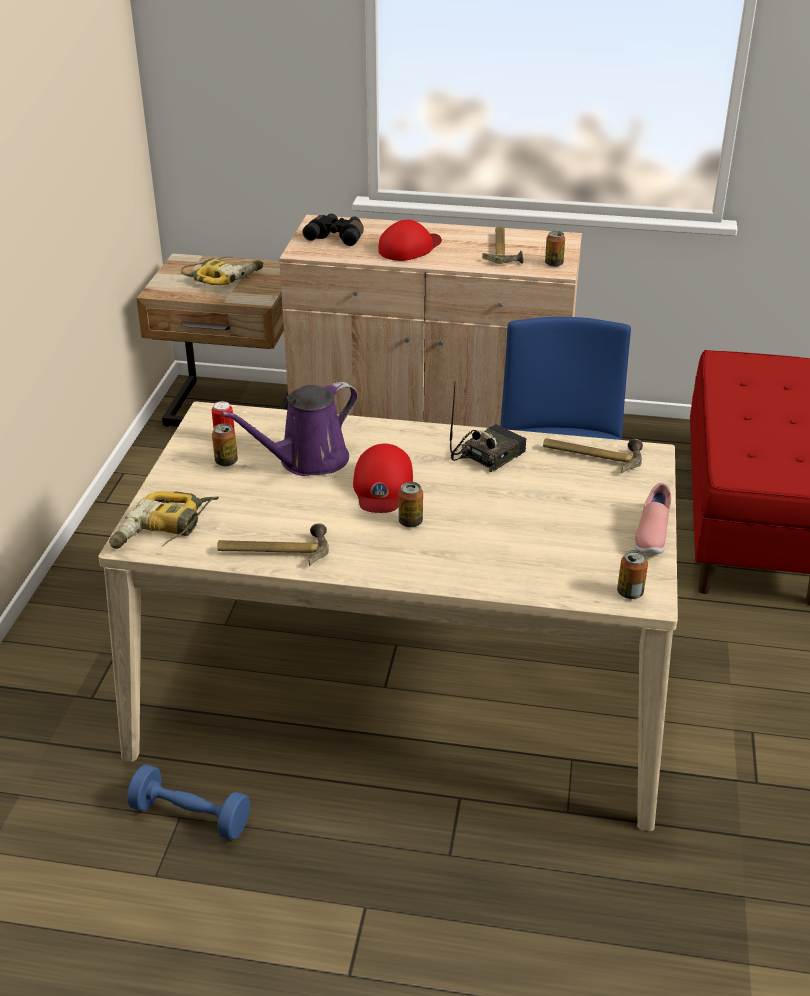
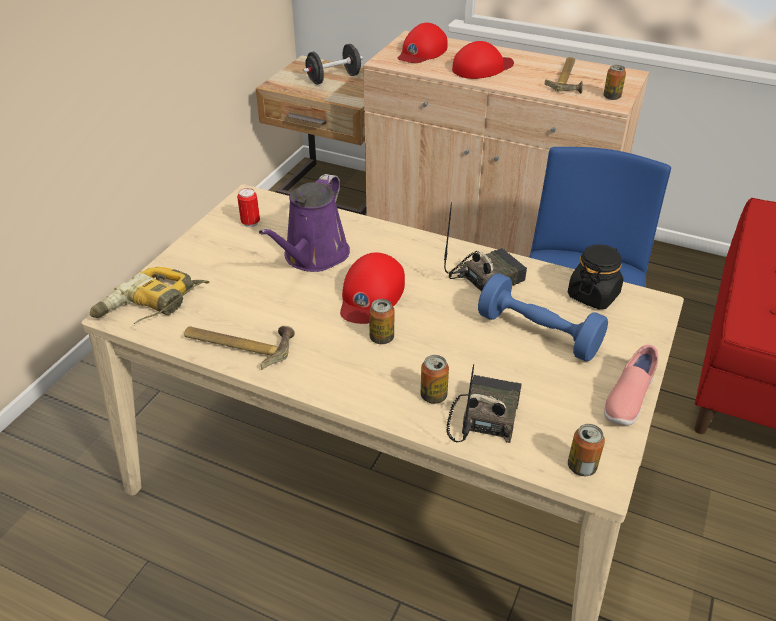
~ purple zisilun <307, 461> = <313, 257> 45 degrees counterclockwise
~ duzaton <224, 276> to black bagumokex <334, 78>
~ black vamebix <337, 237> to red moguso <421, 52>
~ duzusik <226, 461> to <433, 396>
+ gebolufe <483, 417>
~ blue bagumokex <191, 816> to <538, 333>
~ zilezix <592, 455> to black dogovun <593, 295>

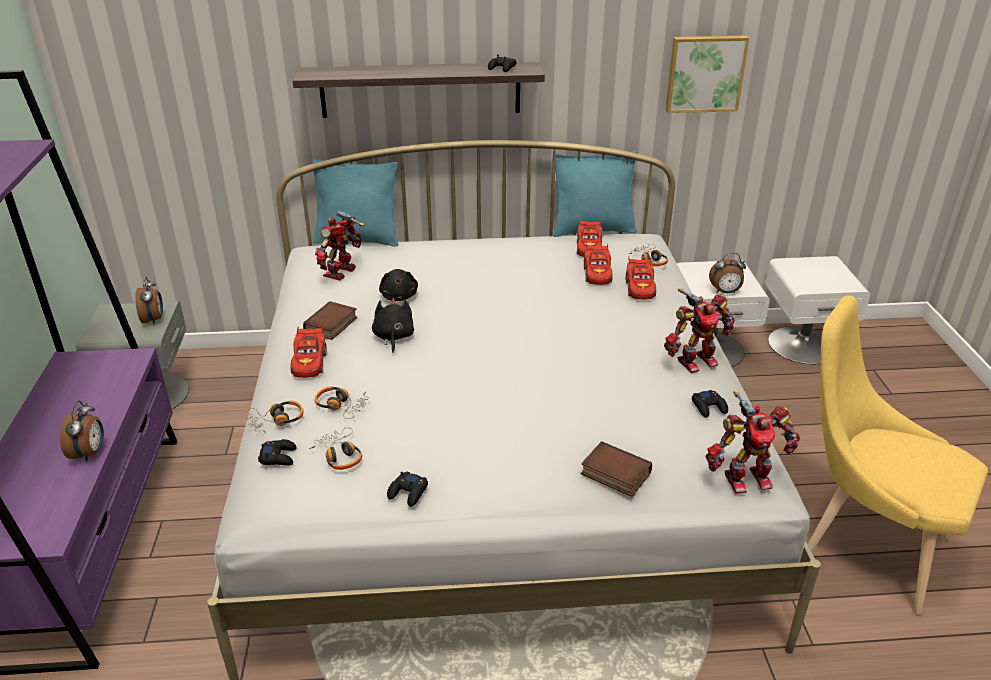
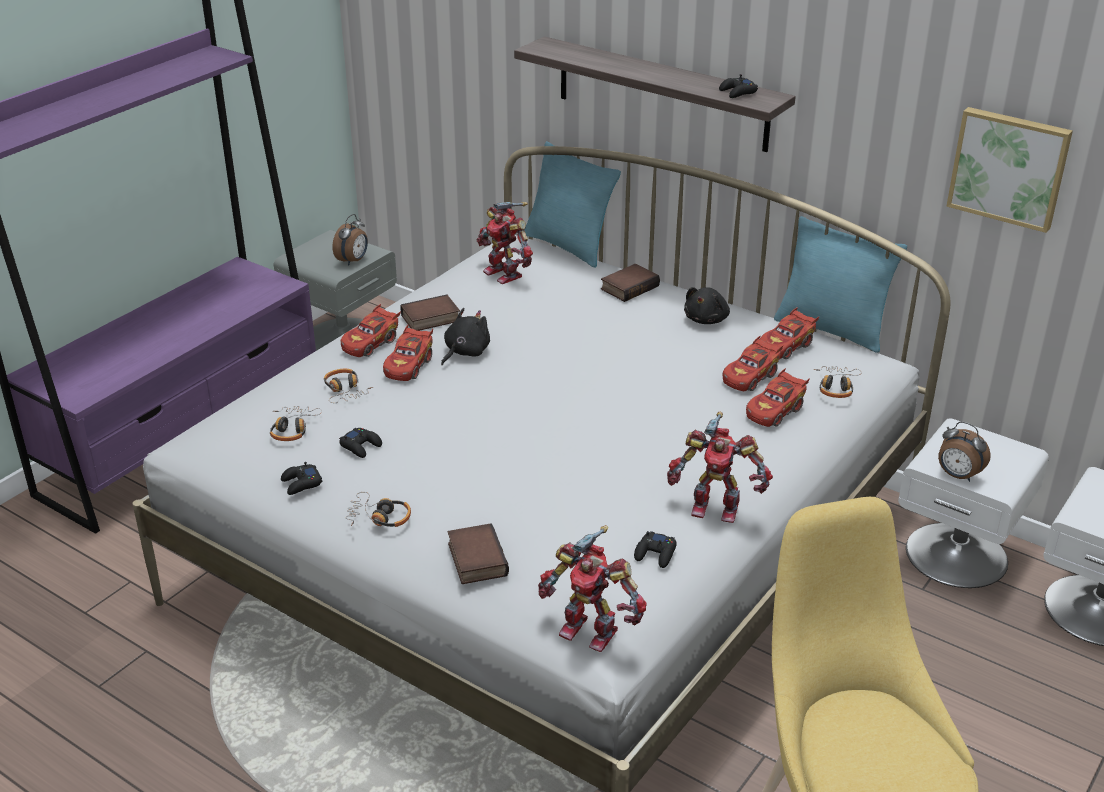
~ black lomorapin <278, 457> to <361, 446>
~ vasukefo <276, 421> to <379, 518>
+ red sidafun <409, 365>
~ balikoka <342, 272> = <505, 273> 105 degrees counterclockwise
+ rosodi <629, 287>
~ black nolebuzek <399, 296> to <707, 319>
- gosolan <90, 453>

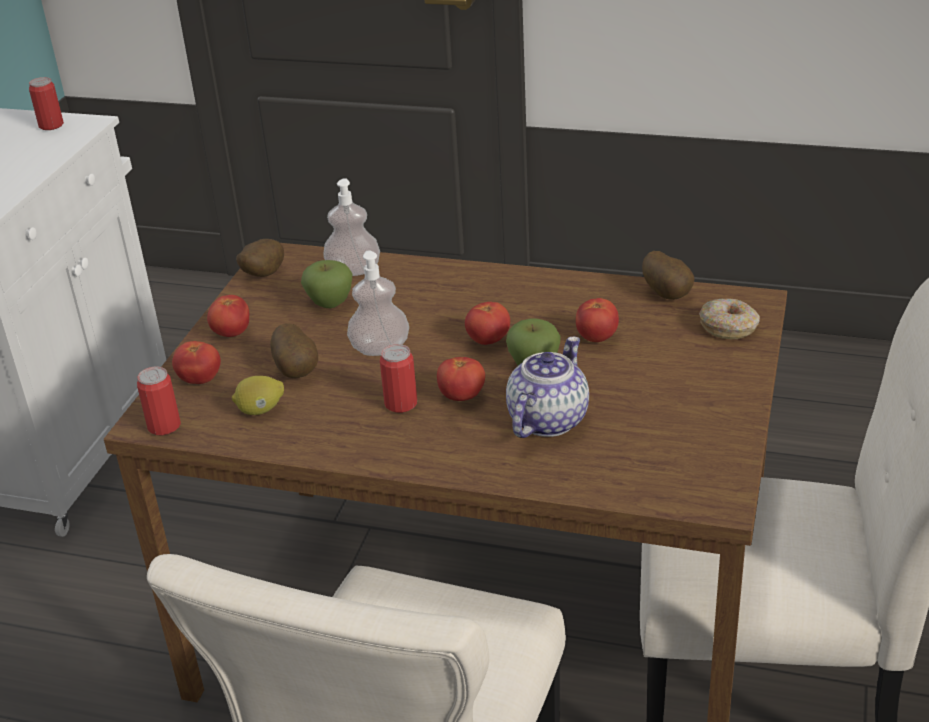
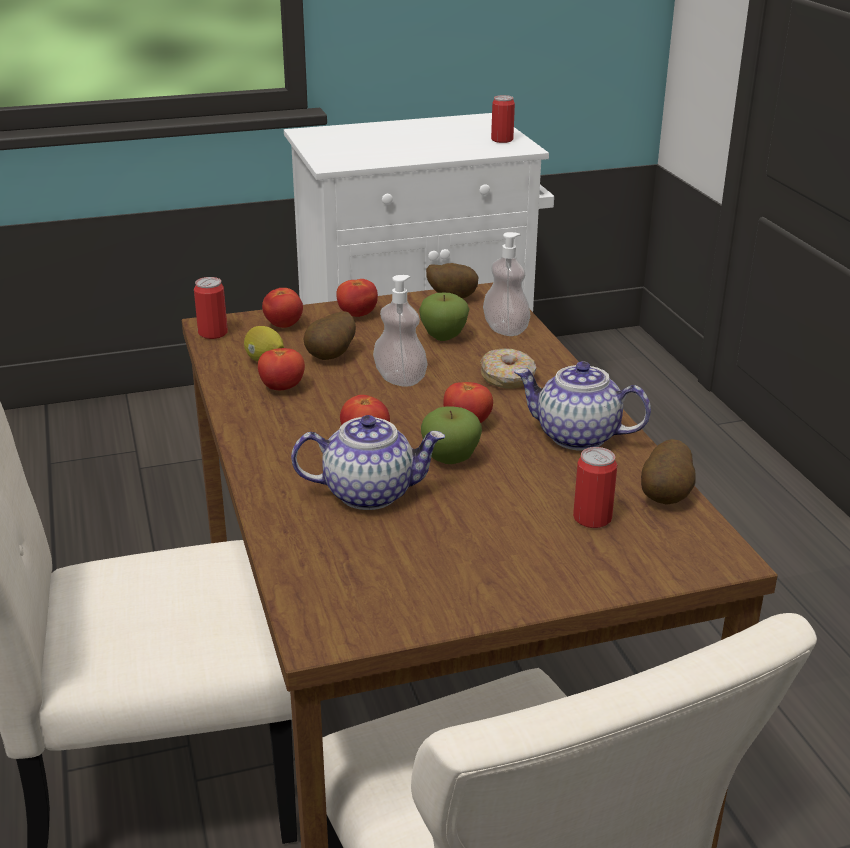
~ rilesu <596, 337> to <282, 388>
~ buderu <729, 327> to <508, 378>
+ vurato <576, 436>
~ duzusik <401, 404> to <592, 518>

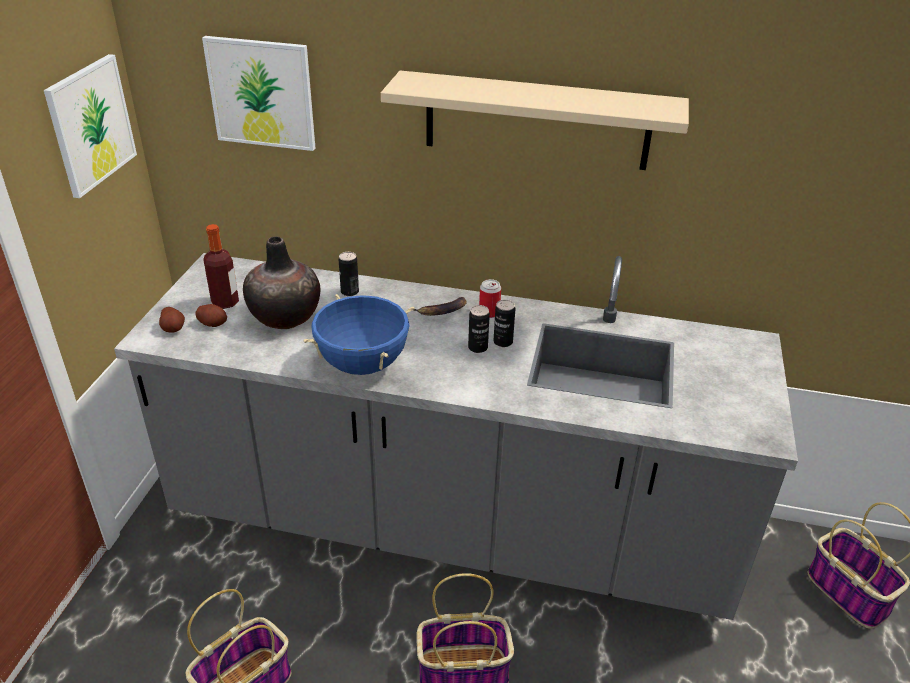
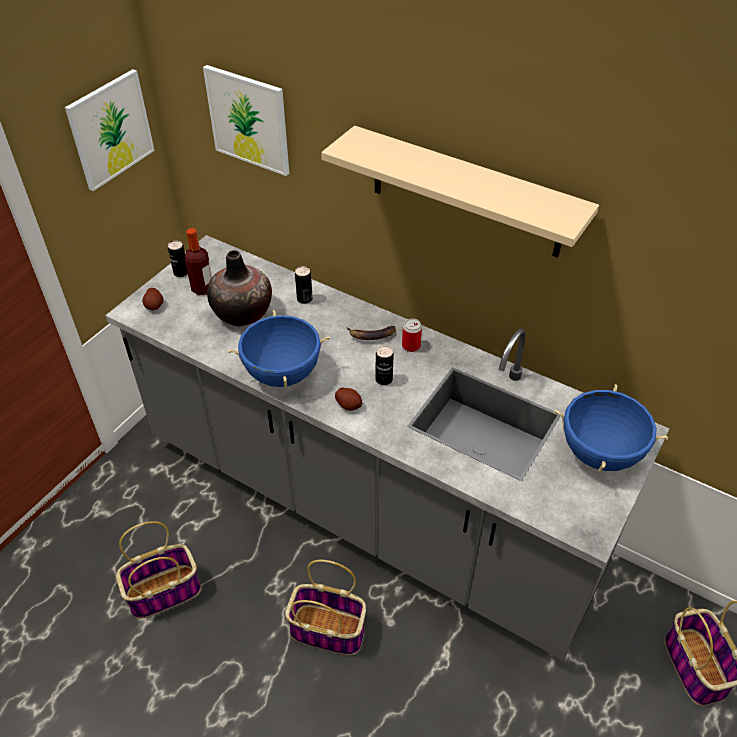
~ duzusik <503, 342> to <181, 273>
~ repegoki <213, 323> to <349, 405>
+ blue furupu <599, 453>

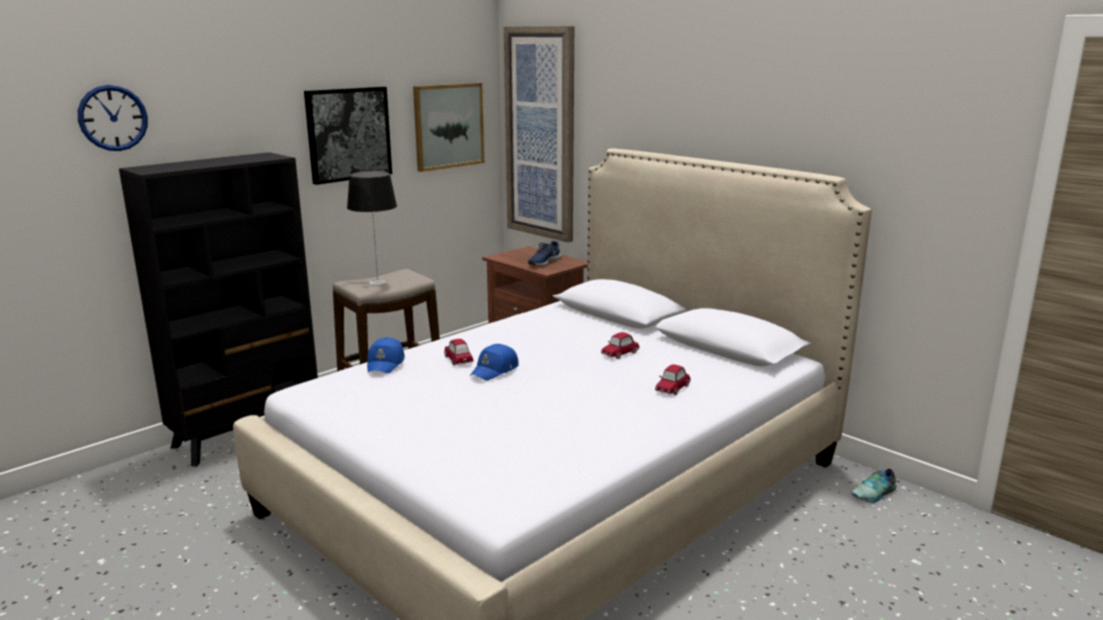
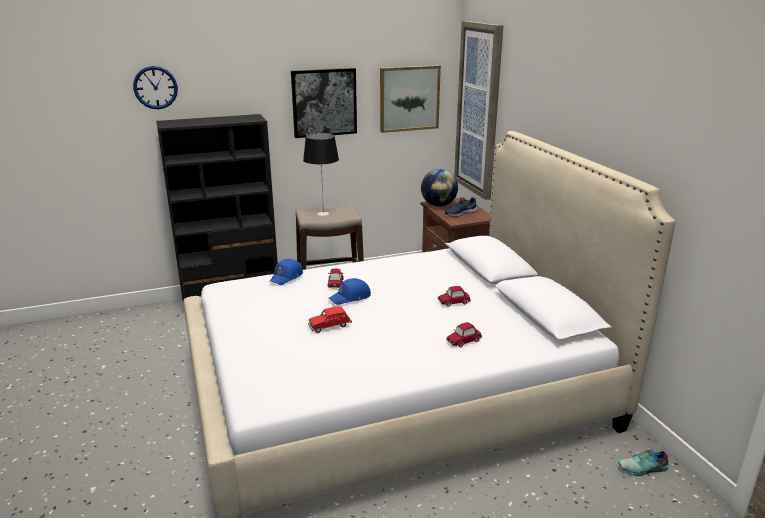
+ red sidafun <330, 326>
+ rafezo <438, 205>

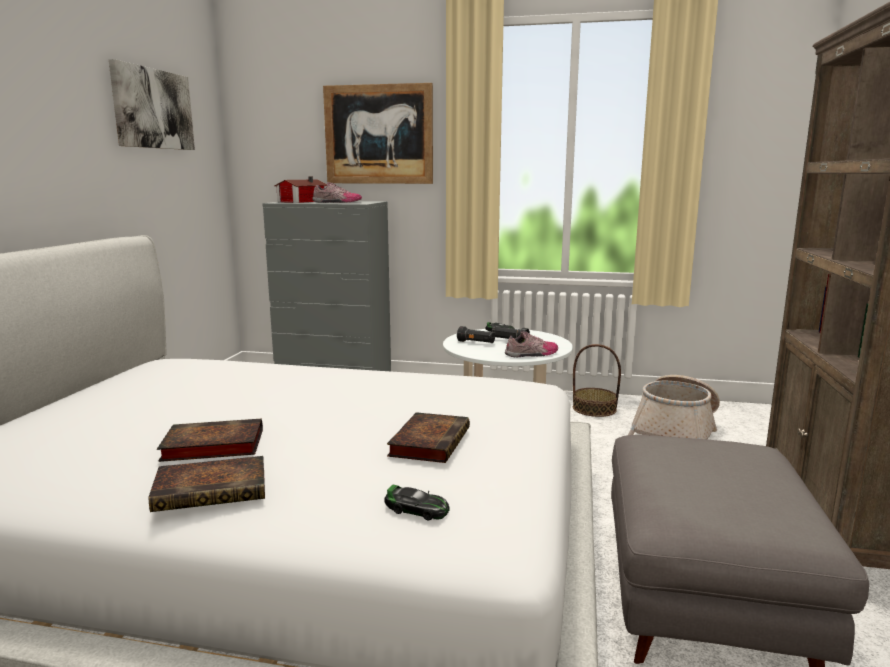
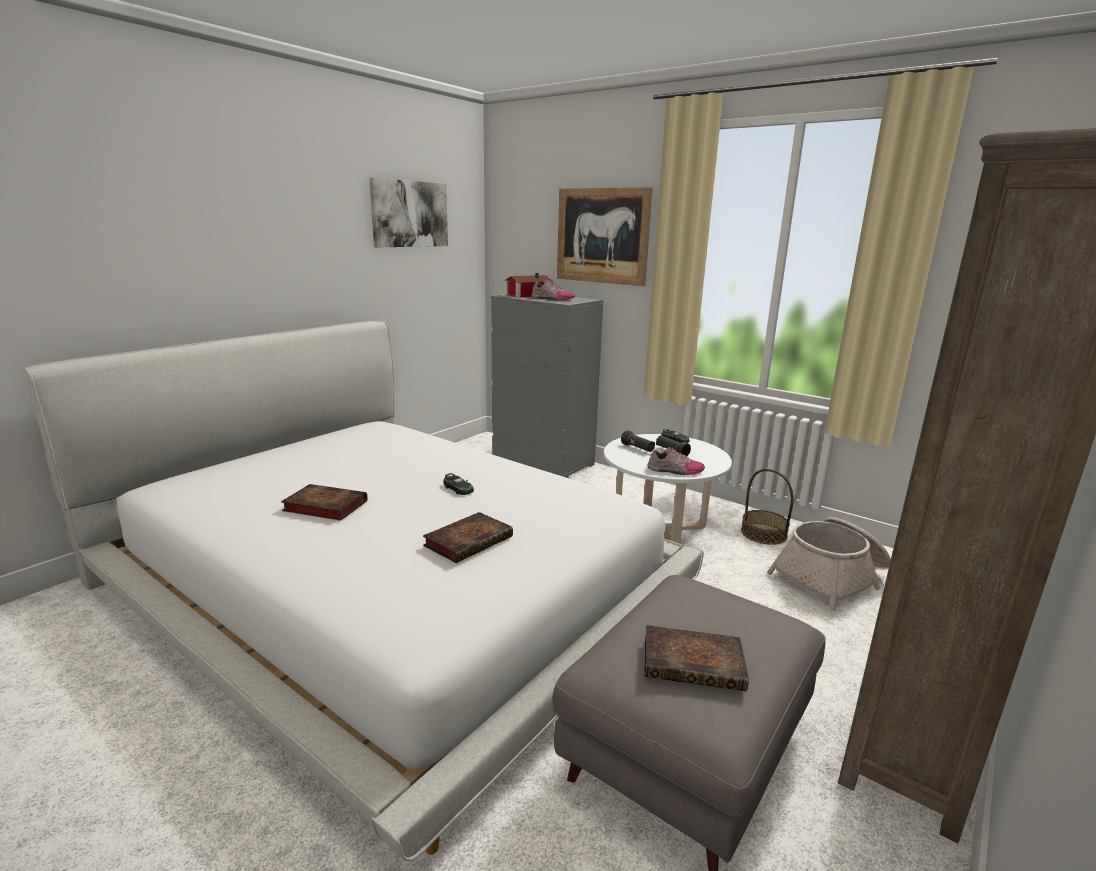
~ sidafun <416, 509> to <458, 488>
~ rosodi <214, 489> to <695, 663>

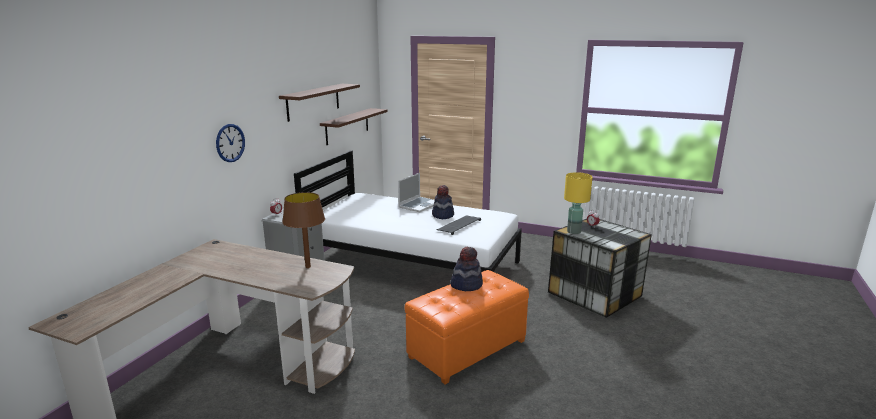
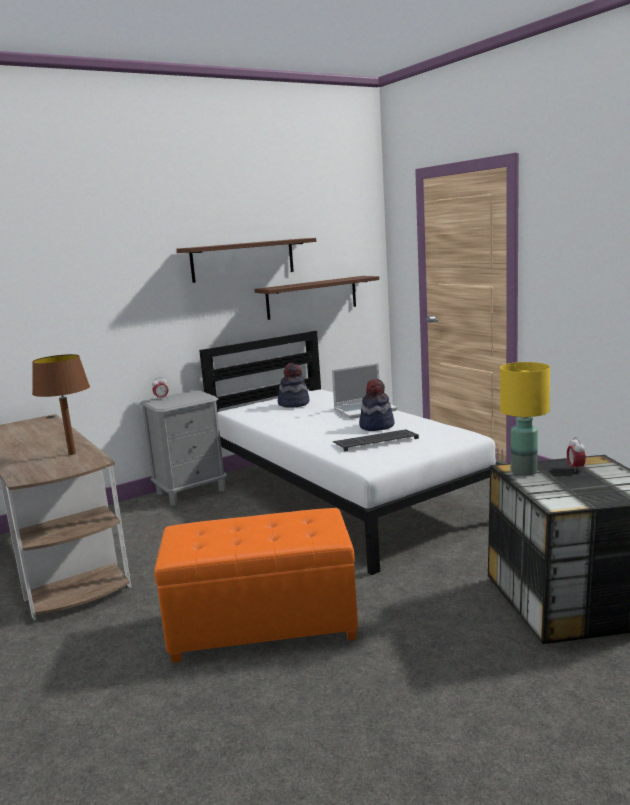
~ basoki <466, 285> to <293, 404>
- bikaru <230, 143>

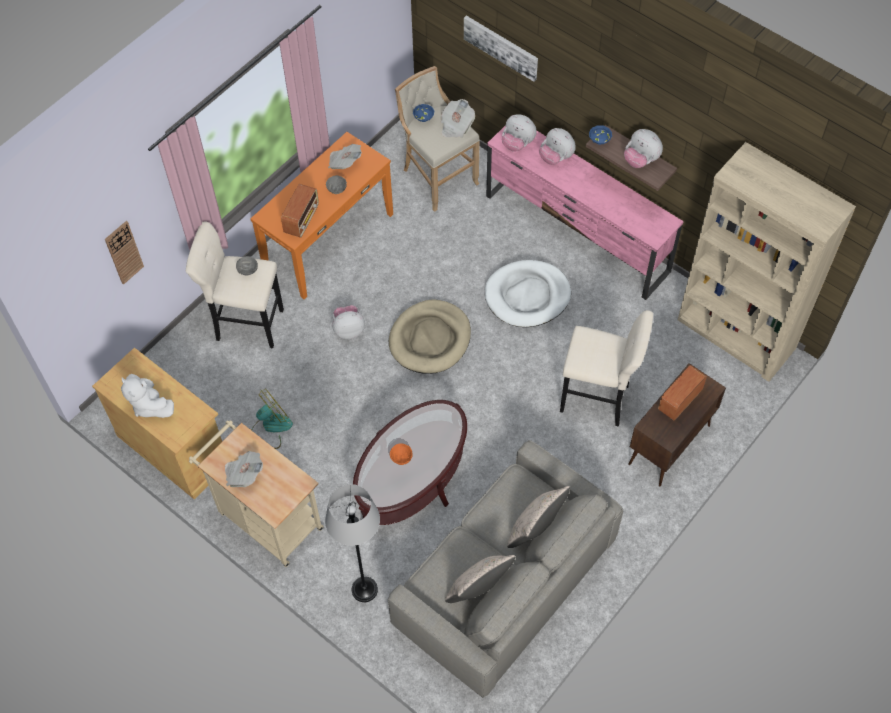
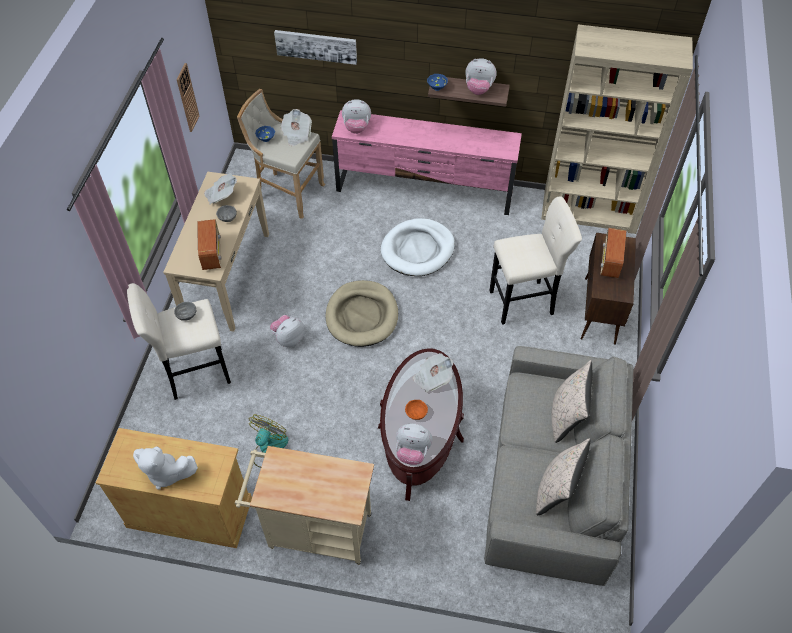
~ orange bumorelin <328, 241> to beige bumorelin <226, 277>
~ bikaru <124, 252> to <187, 98>
~ nolebuzek <556, 157> to <412, 451>
~ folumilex <244, 474> to <432, 378>
- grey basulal <364, 590>

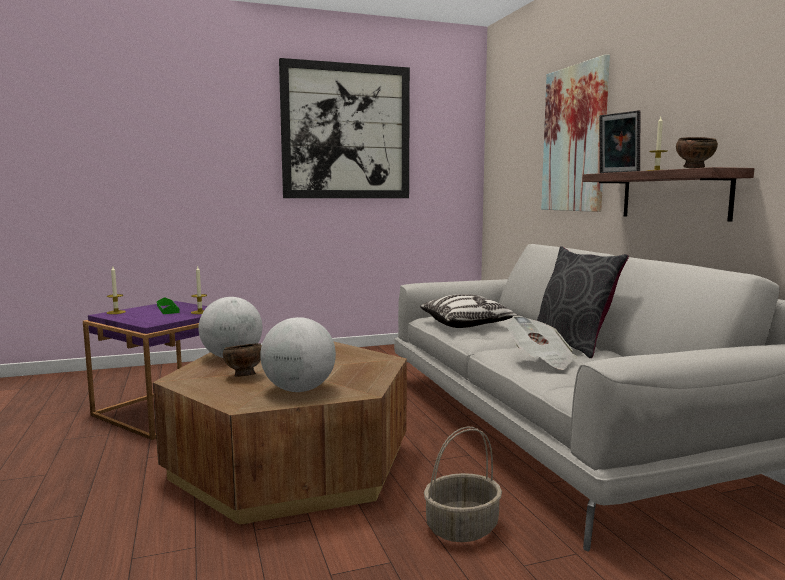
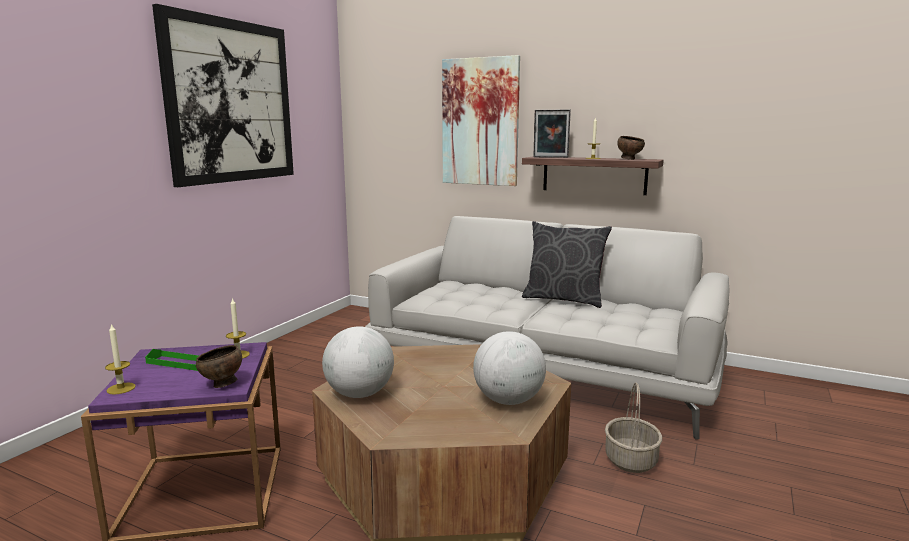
~ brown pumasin <243, 376> to <222, 385>
- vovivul <467, 325>
- folumilex <541, 360>

